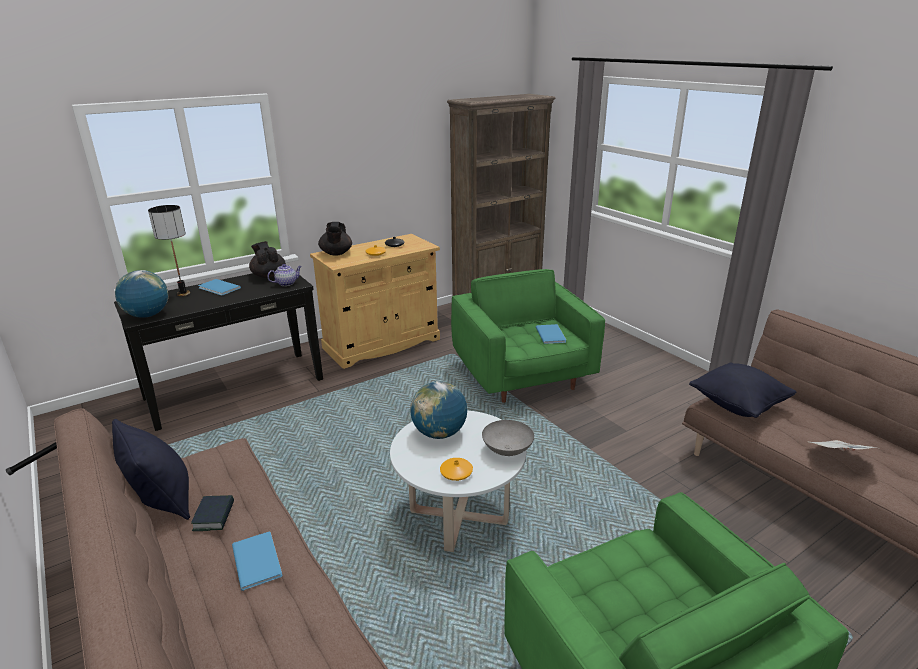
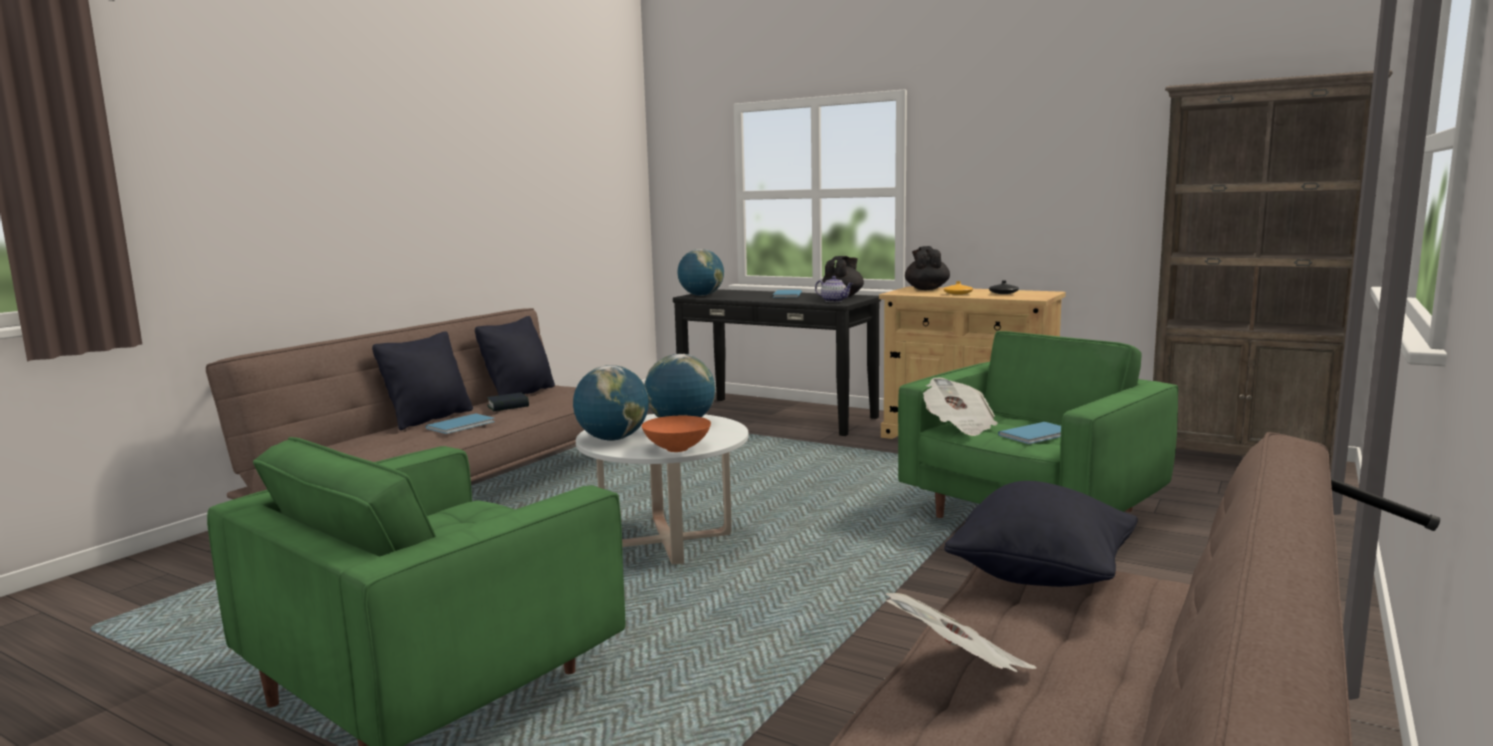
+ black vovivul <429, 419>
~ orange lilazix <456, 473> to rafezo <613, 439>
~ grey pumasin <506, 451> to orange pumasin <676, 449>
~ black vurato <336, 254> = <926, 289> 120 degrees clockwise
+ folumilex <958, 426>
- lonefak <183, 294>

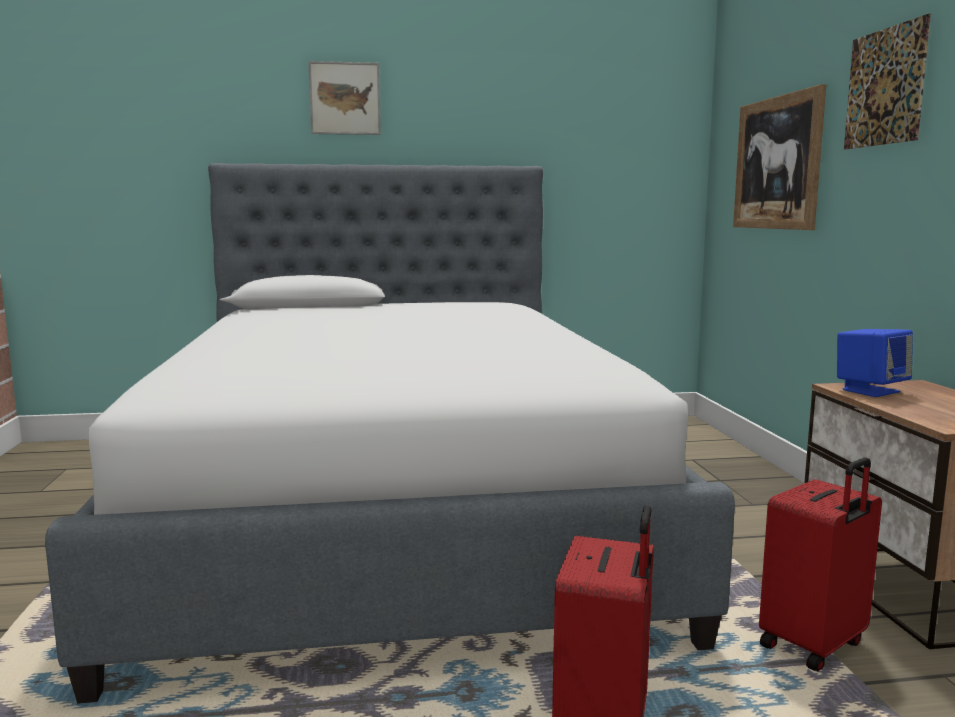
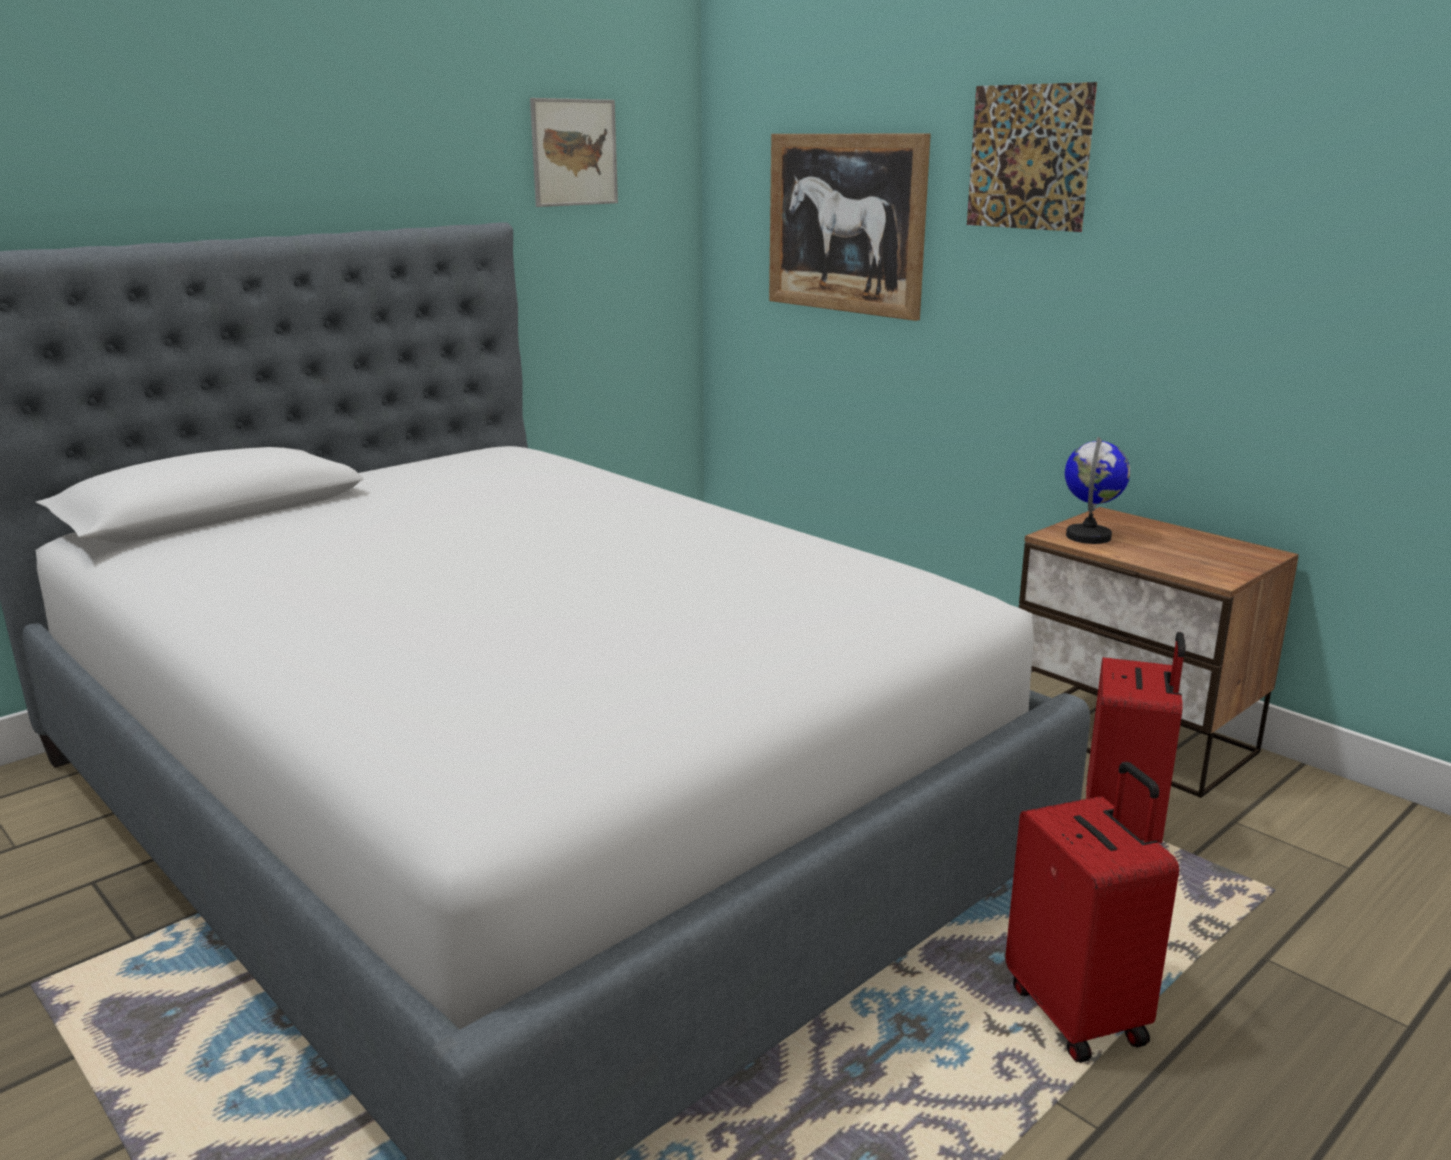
~ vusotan <345, 98> to <574, 152>
~ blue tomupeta <870, 390> to rafezo <1089, 536>

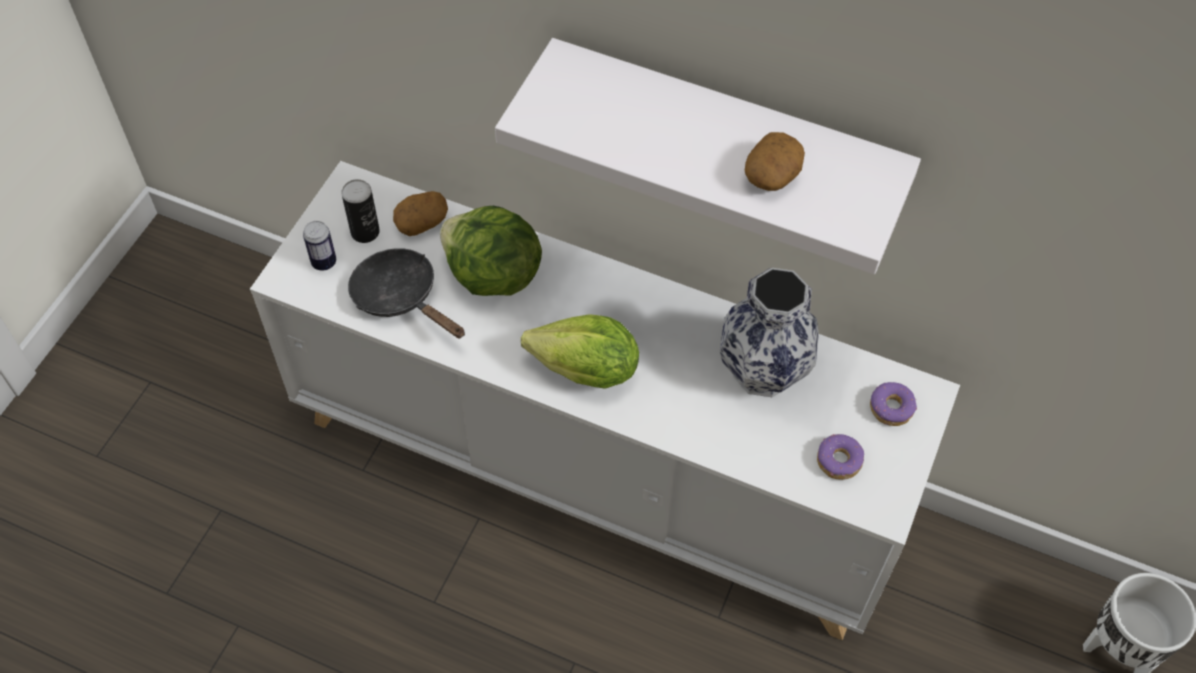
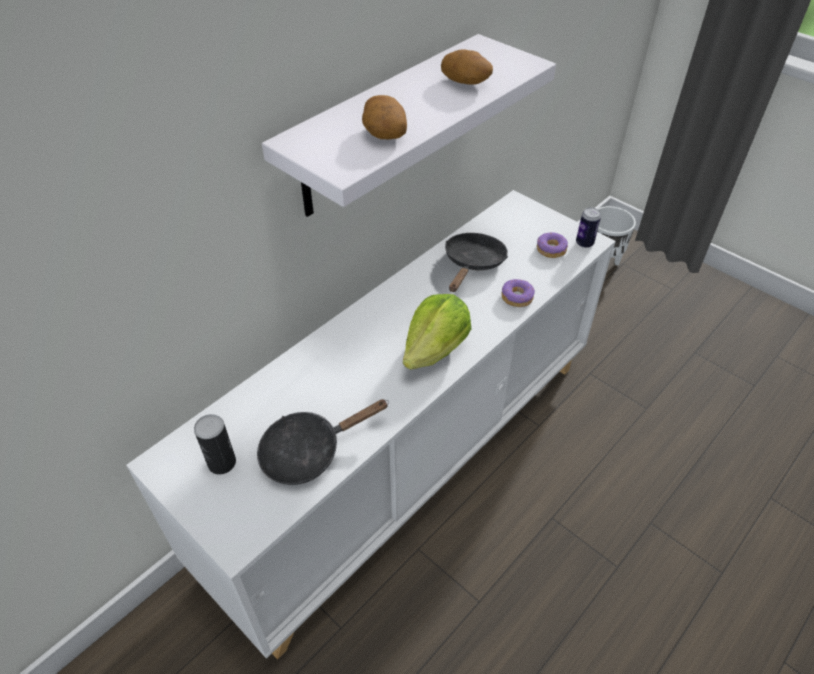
~ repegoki <422, 222> to <384, 132>
~ lilazix <761, 372> to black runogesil <473, 264>
~ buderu <891, 408> to <517, 297>
~ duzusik <324, 262> to <584, 243>
- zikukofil <492, 276>

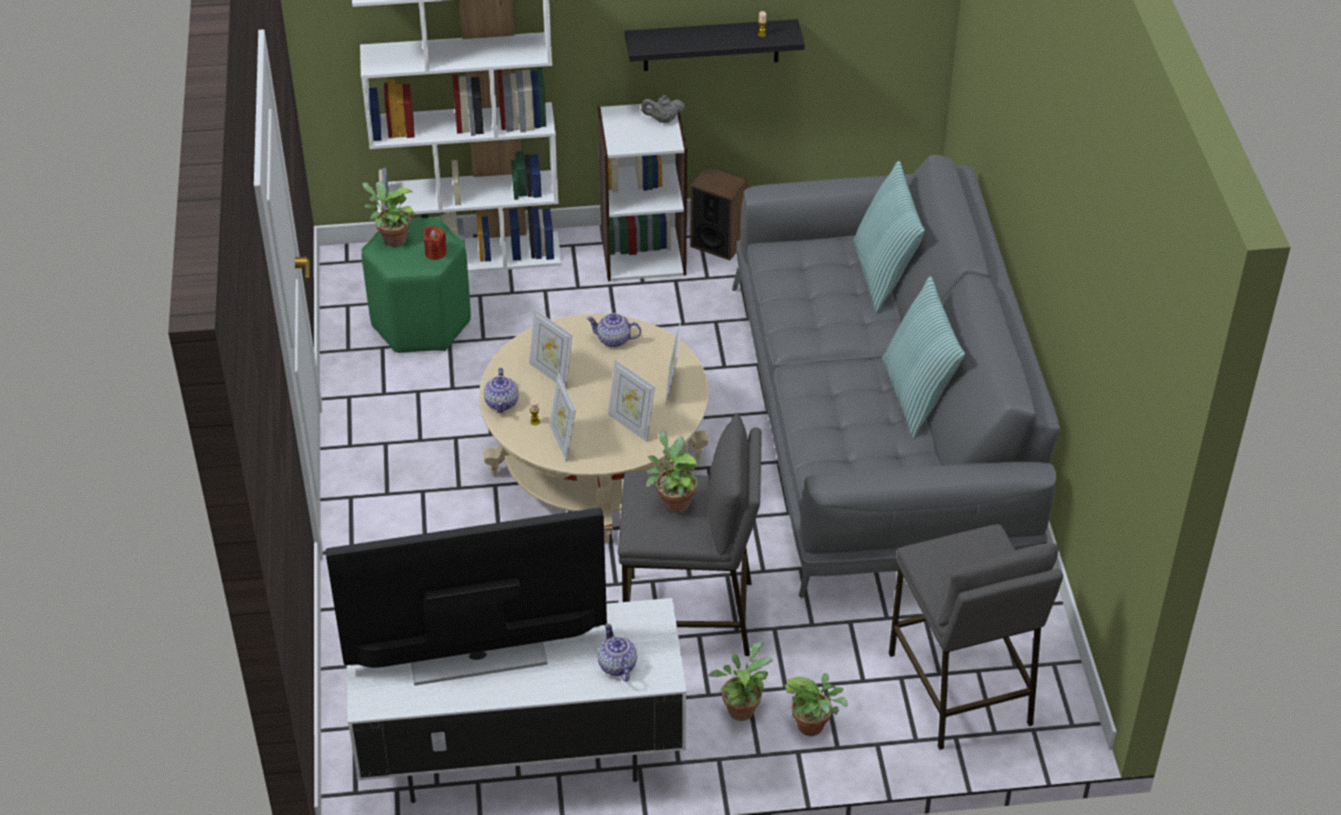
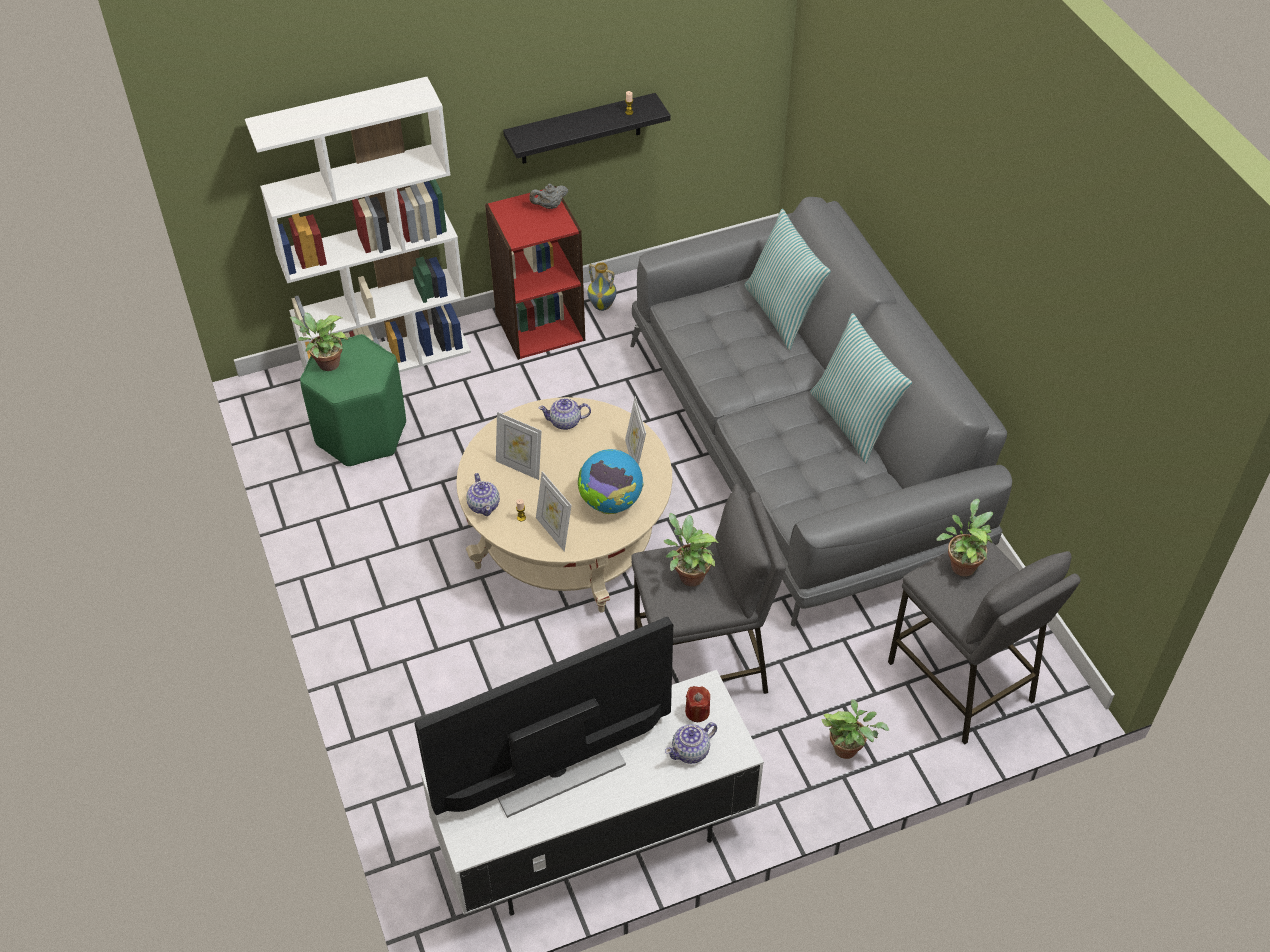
~ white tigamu <643, 252> to red tigamu <539, 326>
~ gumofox <631, 425> to rafezo <610, 502>
~ tomupeta <718, 243> to lilazix <602, 305>
~ vurato <617, 666> = <691, 751> 90 degrees counterclockwise
~ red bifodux <435, 253> to <697, 712>
~ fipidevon <741, 708> to <962, 564>

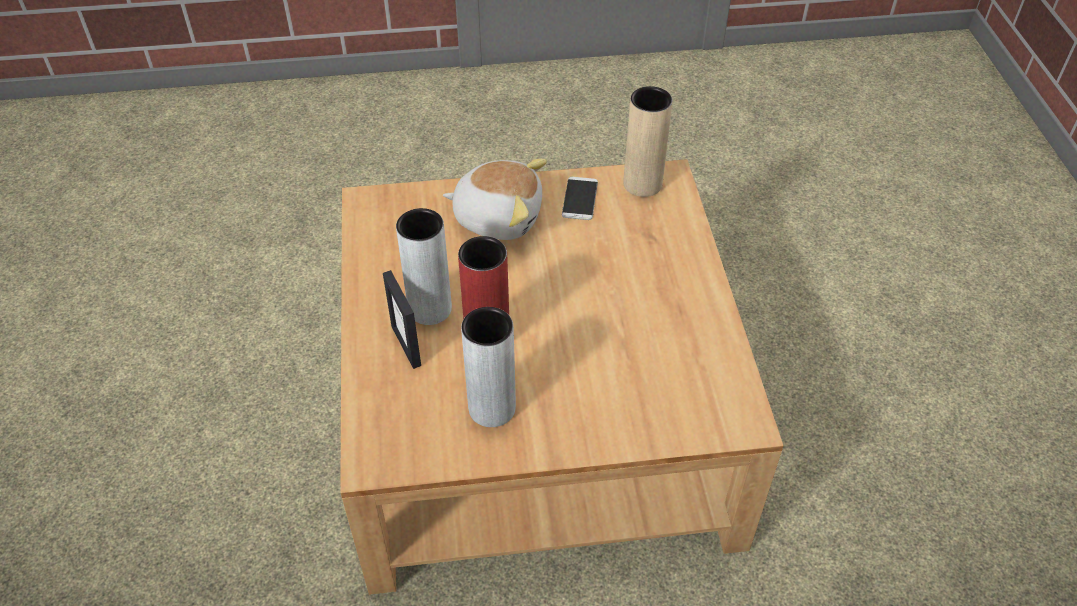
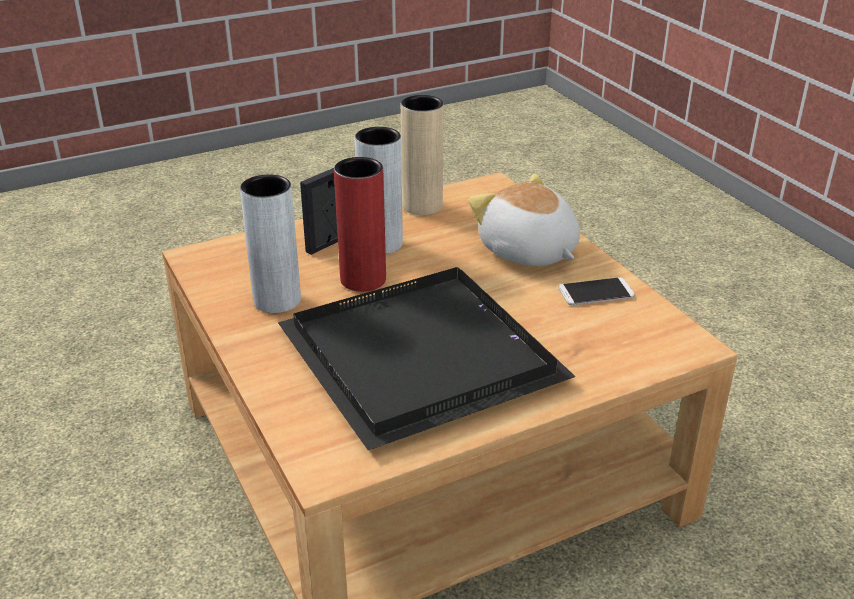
+ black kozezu <426, 358>
~ beige lilazix <642, 184> to <422, 206>
~ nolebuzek <498, 217> = <527, 251> 150 degrees clockwise

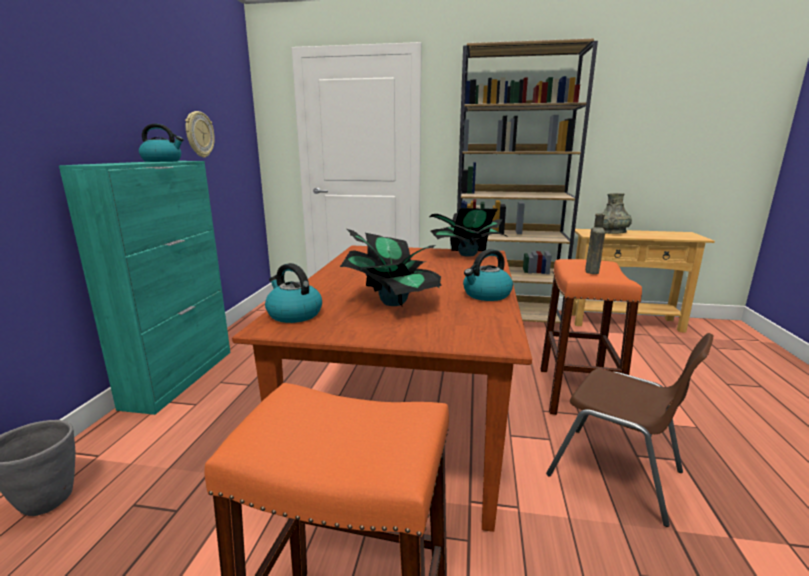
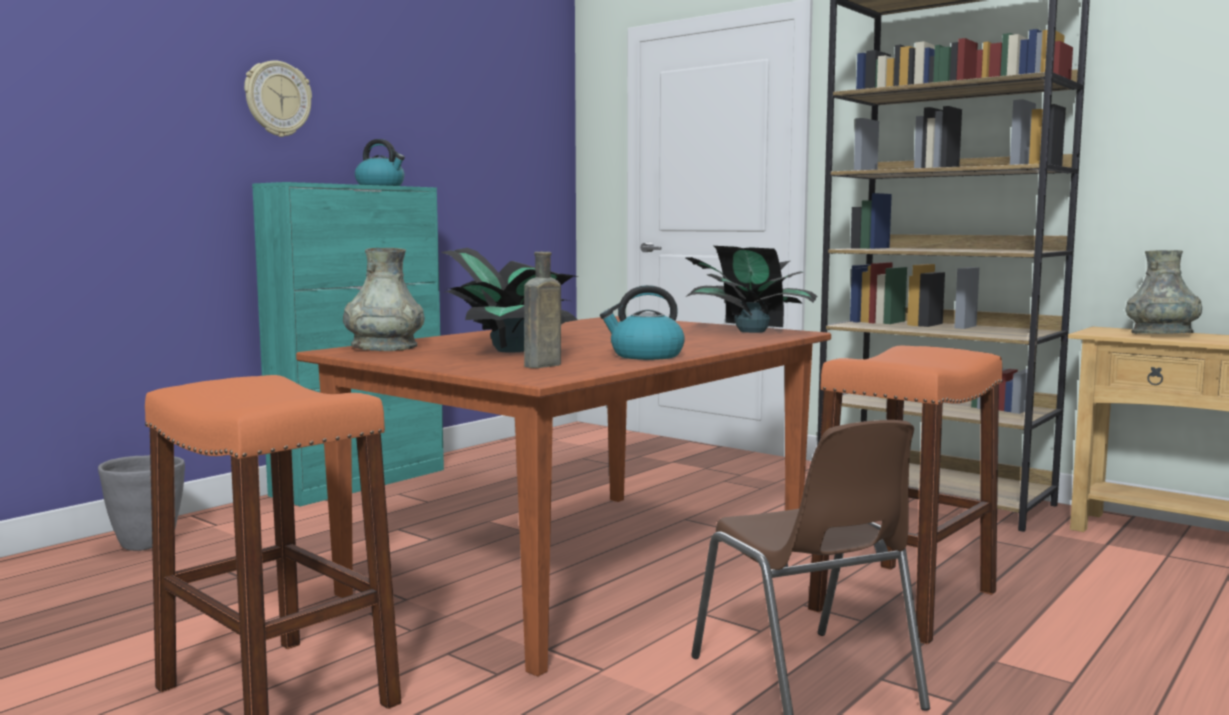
~ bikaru <199, 134> to <277, 99>
~ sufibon <293, 314> to grey lilazix <384, 347>
~ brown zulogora <592, 271> to <540, 365>

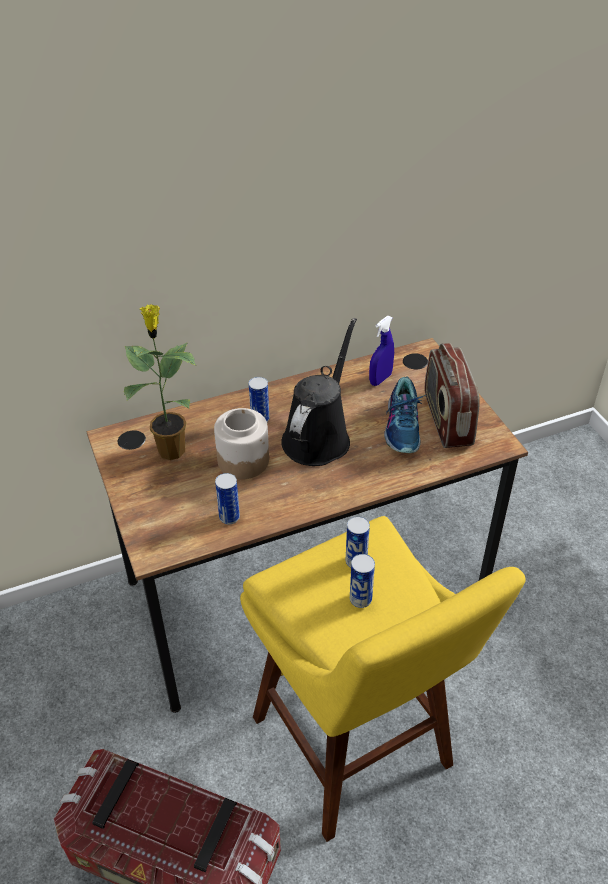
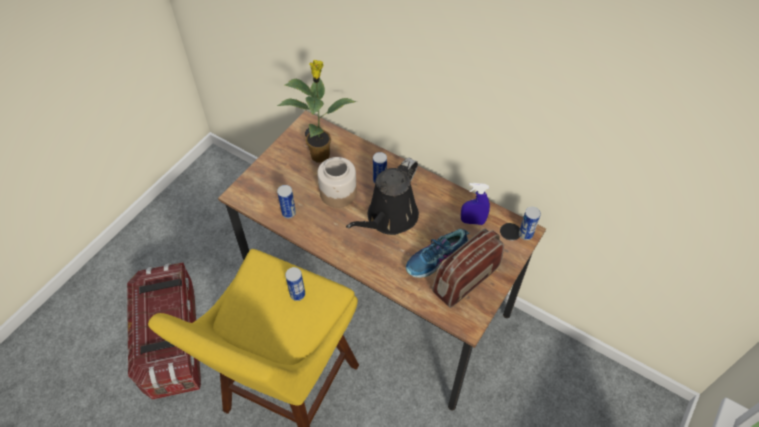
~ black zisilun <319, 436> = <389, 218> 135 degrees clockwise
~ duzusik <360, 599> to <525, 234>

